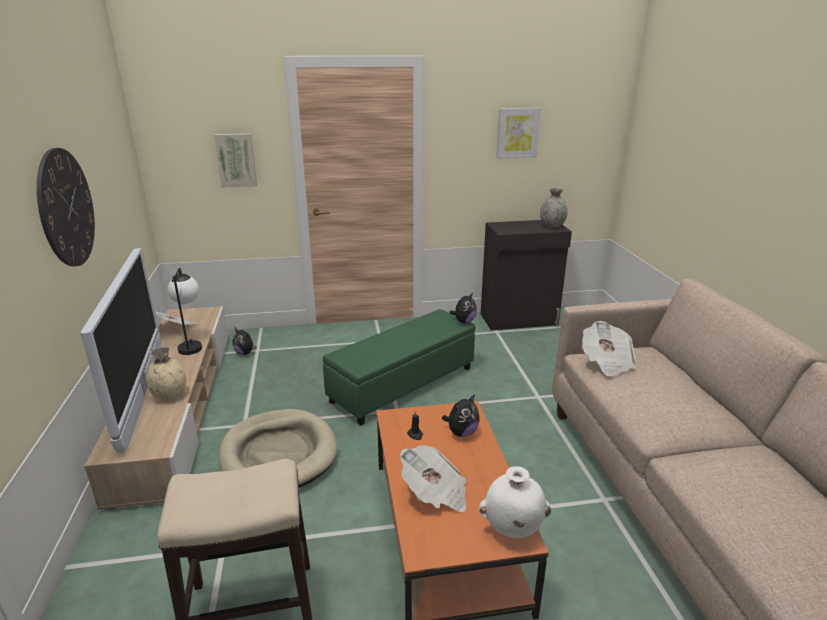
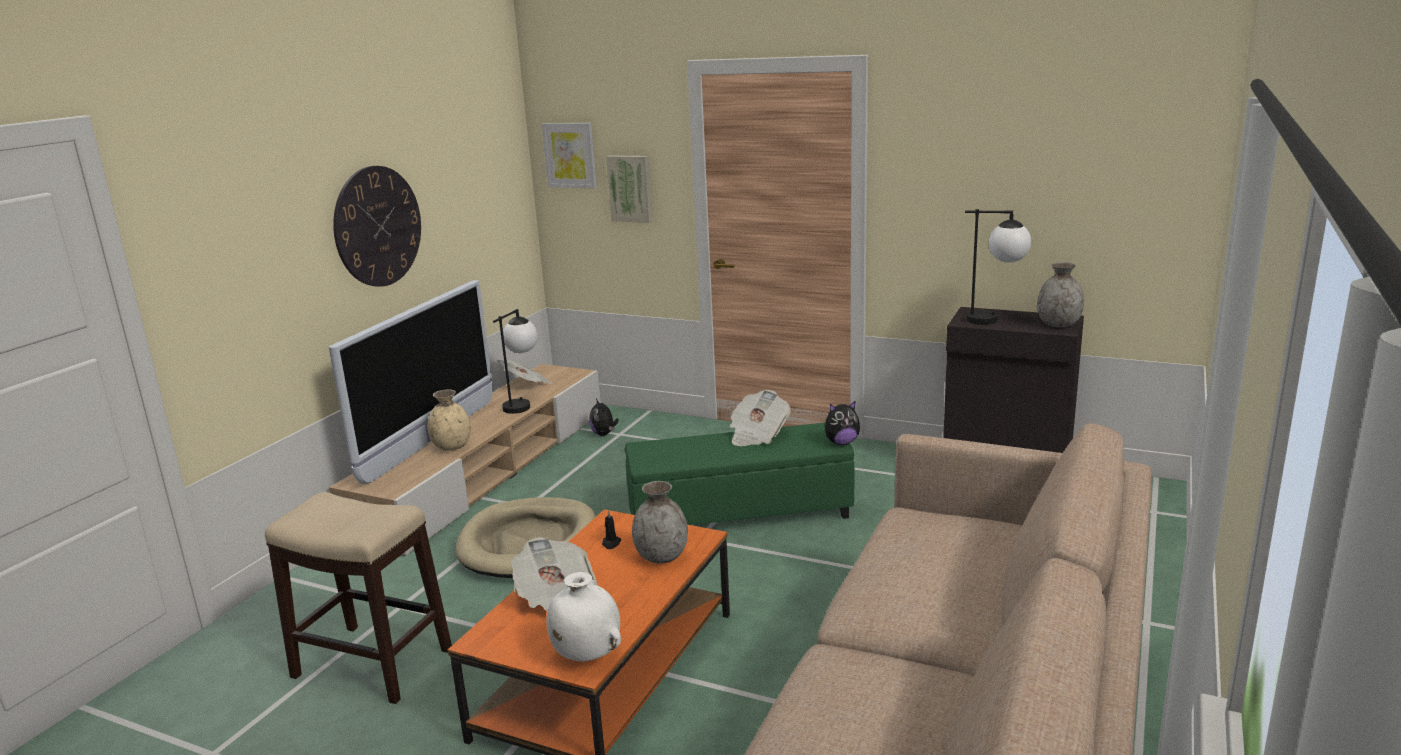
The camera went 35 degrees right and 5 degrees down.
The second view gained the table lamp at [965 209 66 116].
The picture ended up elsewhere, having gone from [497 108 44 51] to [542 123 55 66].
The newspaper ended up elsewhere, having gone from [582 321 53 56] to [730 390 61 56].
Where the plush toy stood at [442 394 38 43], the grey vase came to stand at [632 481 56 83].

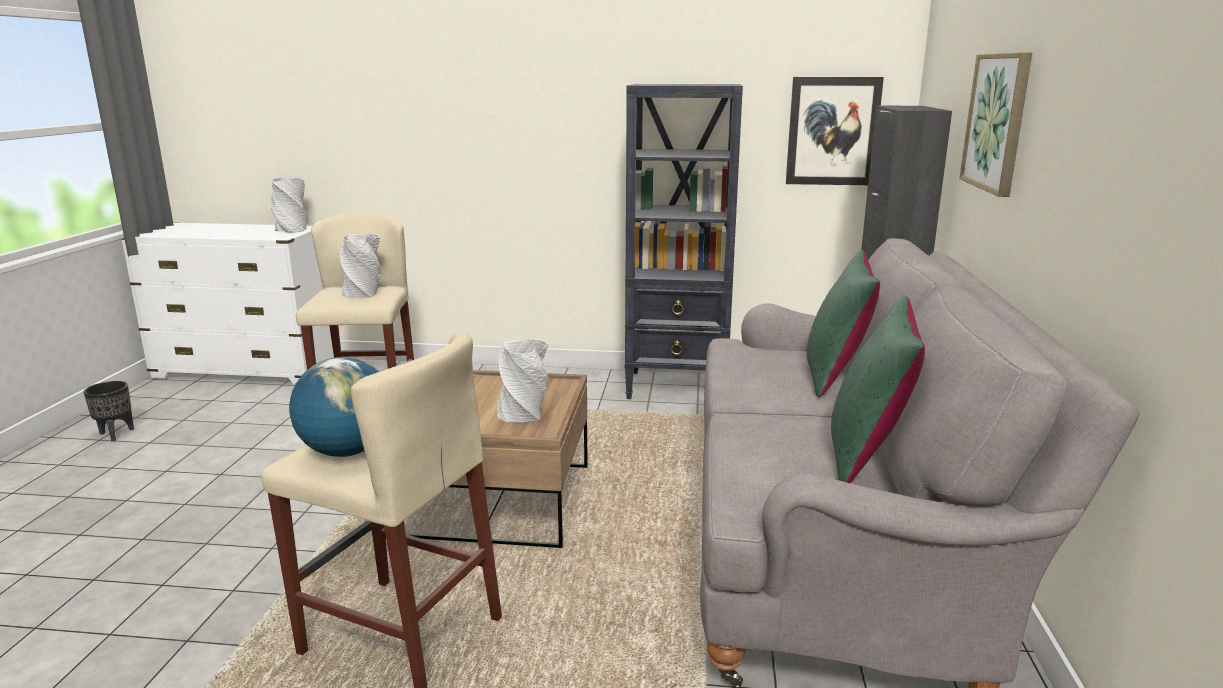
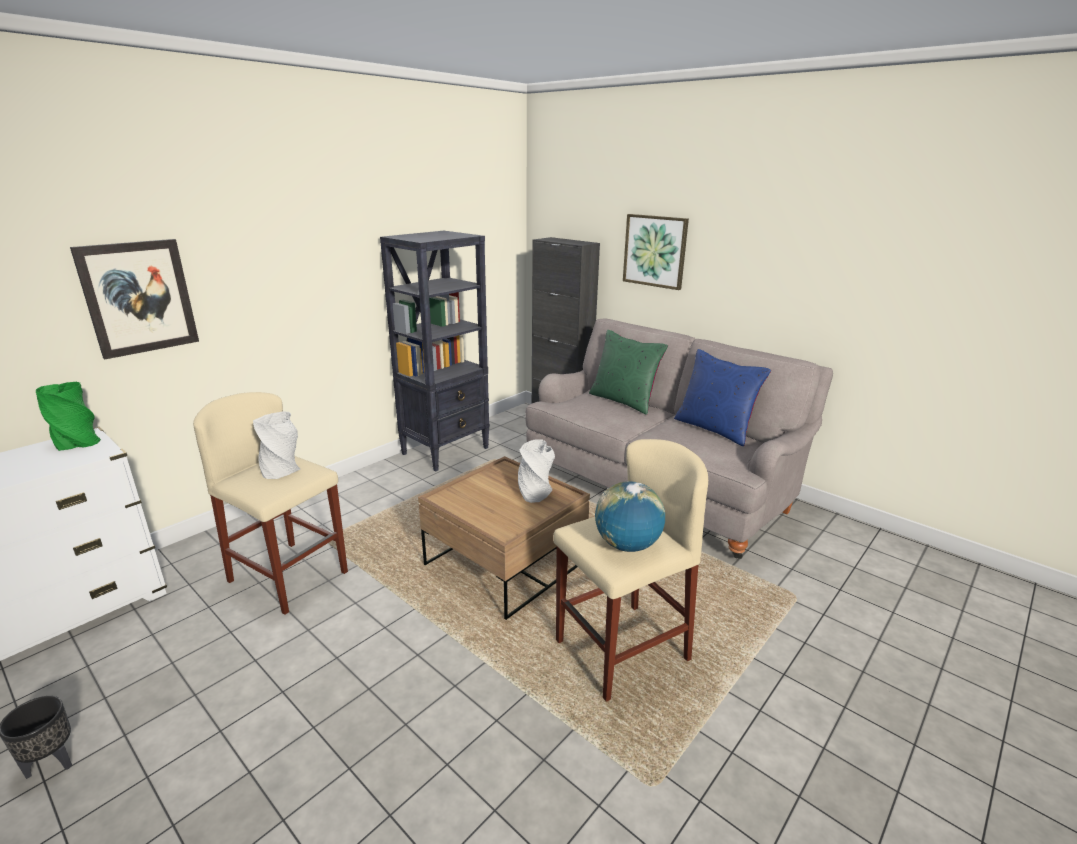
The camera went 55 degrees left and 5 degrees up.
The picture ended up elsewhere, having gone from [786 77 98 108] to [70 239 129 120].
What was the grey vase at [271 177 38 56] turned into the green vase at [36 382 65 69].
What was the green pillow at [831 296 94 187] turned into the blue pillow at [674 349 97 97].

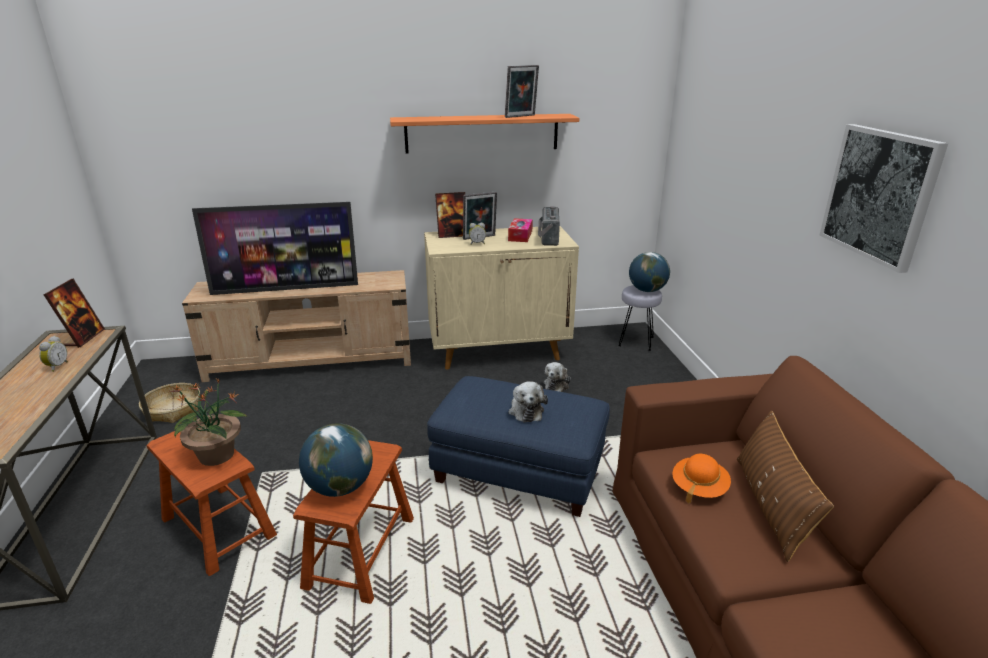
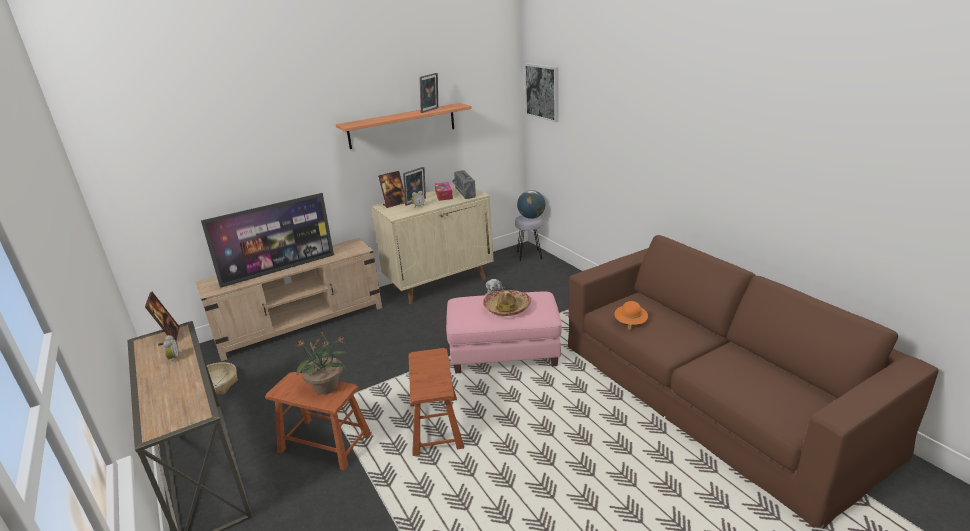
The camera went 20 degrees left and 0 degrees up.
The second view lost the globe at [299 423 74 74].
The second view lost the brown pillow at [737 410 97 152].
The picture ended up elsewhere, having gone from [820 124 128 149] to [524 63 35 59].
Where the plush toy stood at [509 381 39 42], the hat came to stand at [483 290 48 26].
What was the blue ottoman at [427 376 183 141] turned into the pink ottoman at [446 291 116 82].

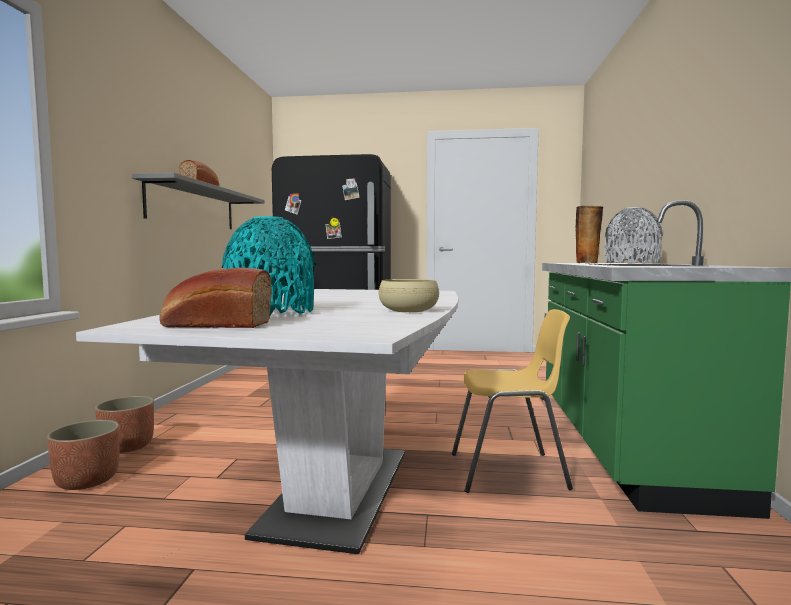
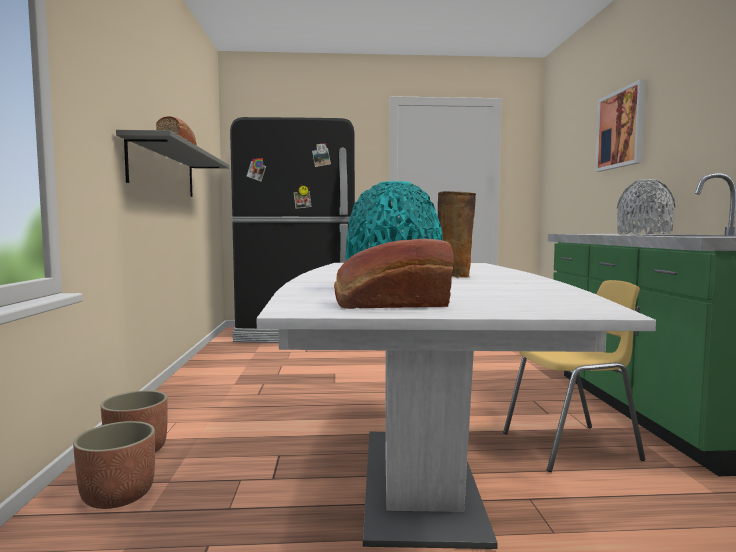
The camera went 10 degrees left and 0 degrees up.
The second view lost the beige bowl at [379 279 60 33].
The second view gained the picture at [595 79 51 93].
The vase ended up elsewhere, having gone from [576 206 27 57] to [438 191 38 87].

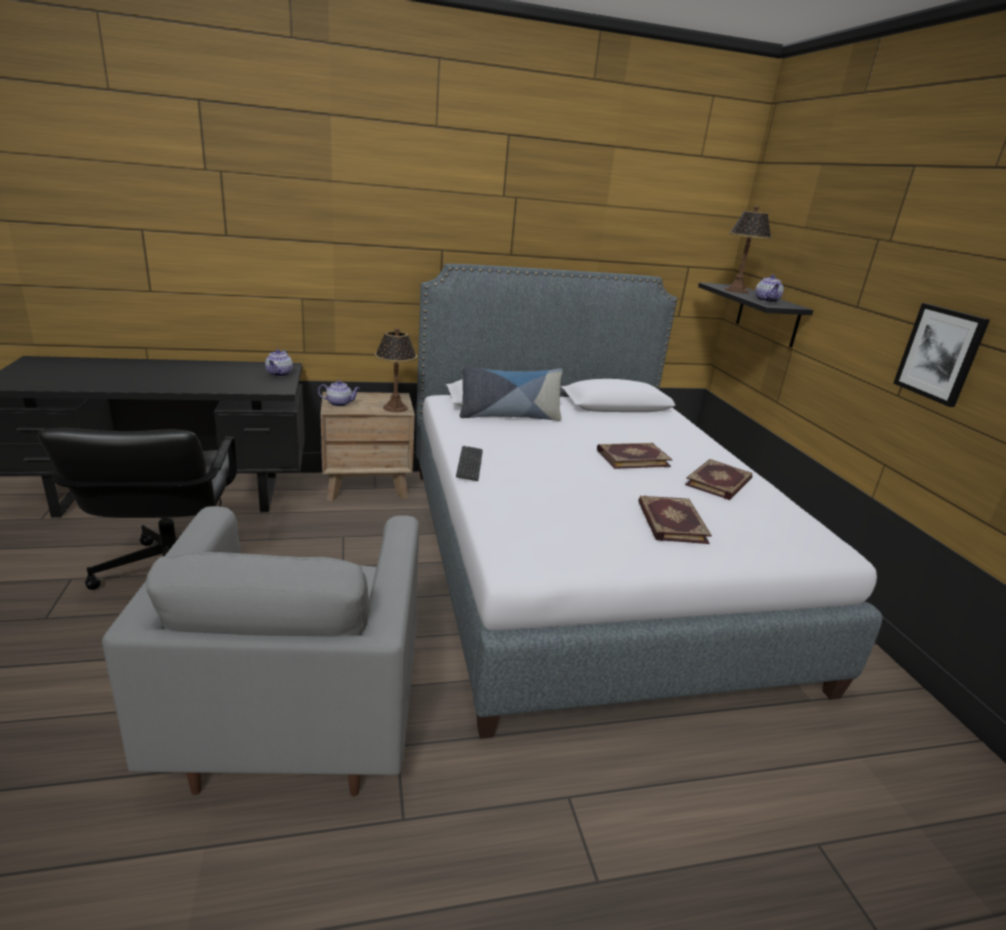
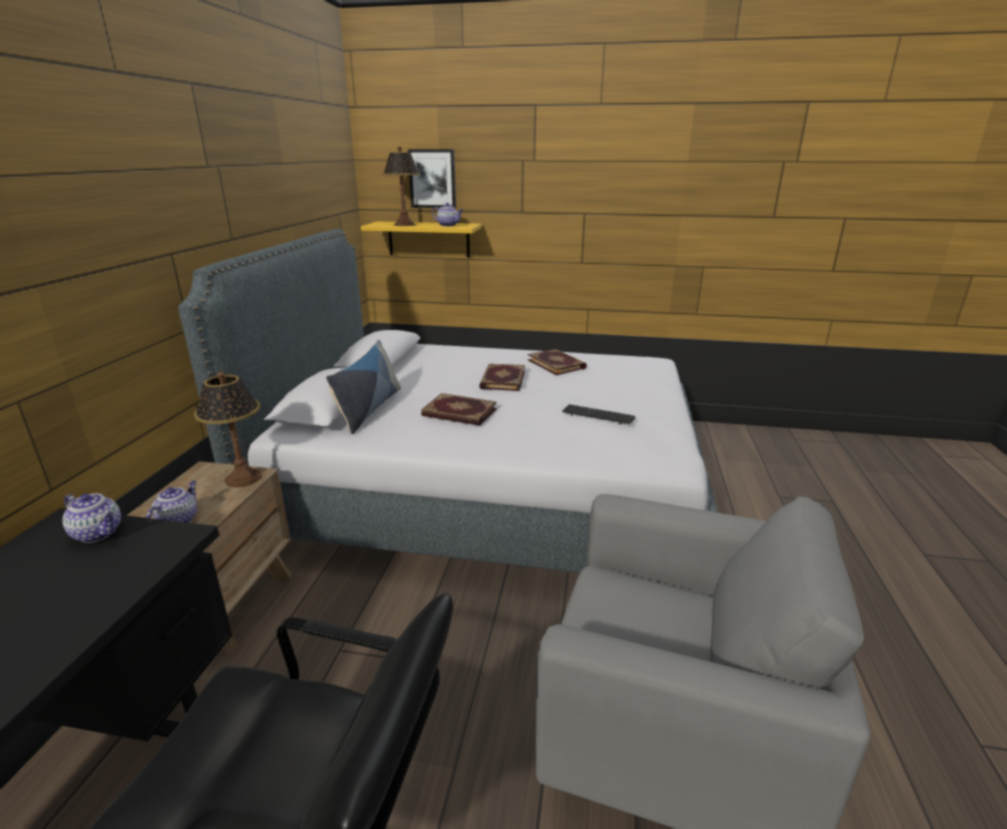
The camera went 65 degrees left and 0 degrees up.
The keyboard ended up elsewhere, having gone from [456 446 27 35] to [562 404 73 20].
The book ended up elsewhere, having gone from [638 496 74 48] to [421 393 76 33].
The picture ended up elsewhere, having gone from [893 303 97 104] to [408 149 48 59].
What was the black shelf at [698 283 115 64] turned into the yellow shelf at [361 222 120 36].

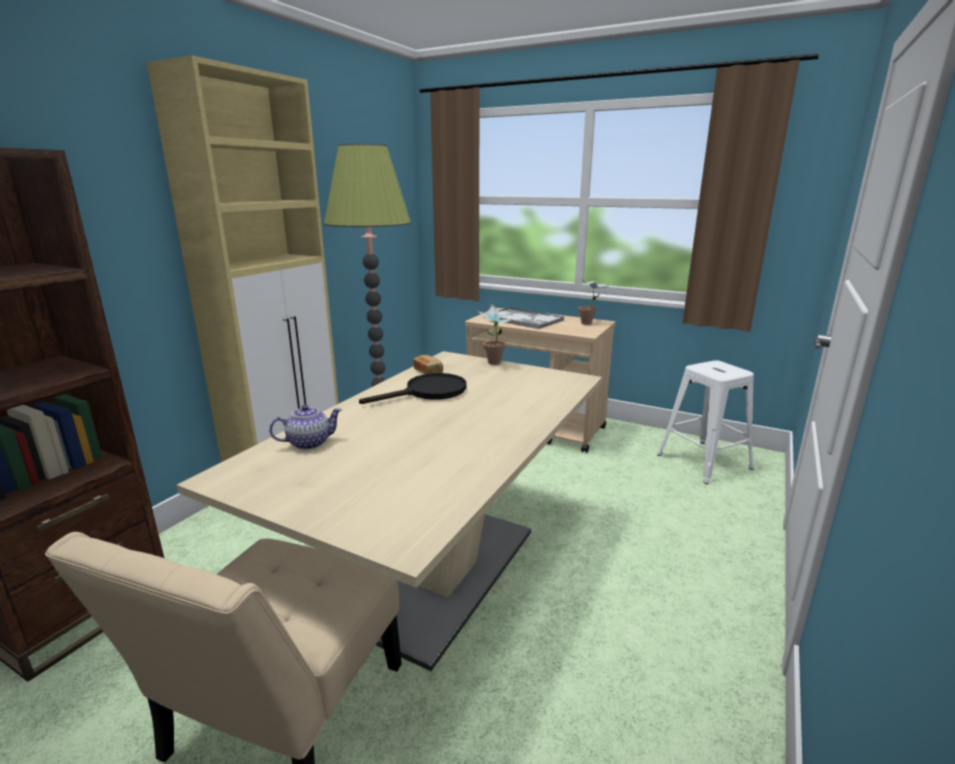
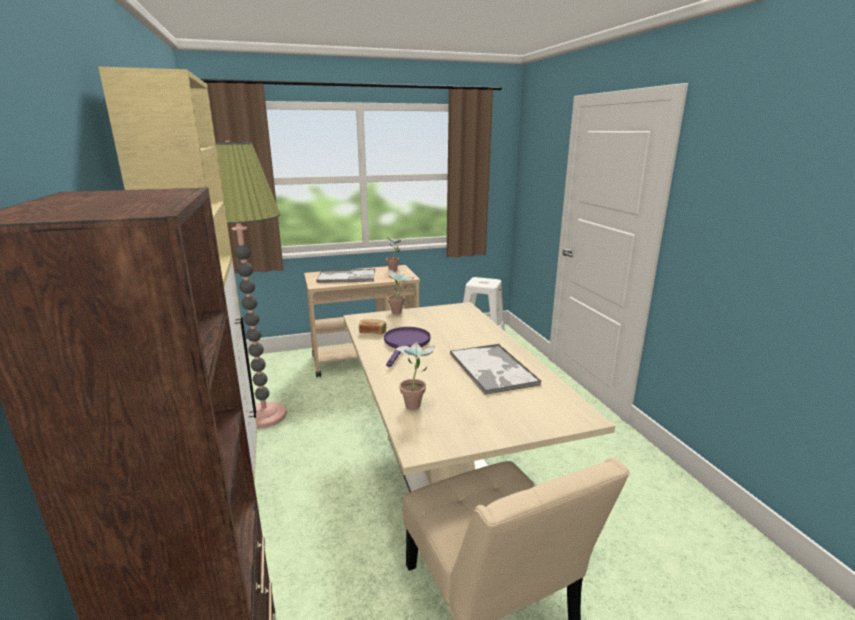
The camera went 45 degrees left and 0 degrees up.
The second view gained the tray at [450 344 91 51].
Where the teapot stood at [269 405 73 45], the potted plant came to stand at [395 341 40 69].
What was the black frying pan at [359 373 108 31] turned into the purple frying pan at [384 327 47 40].

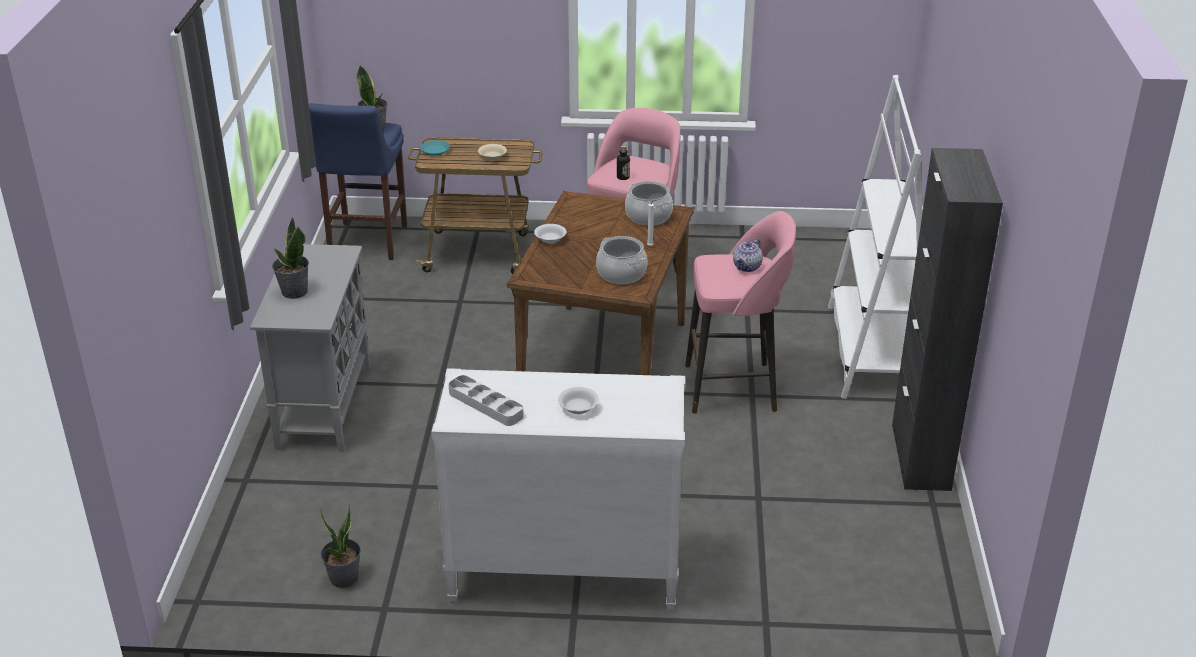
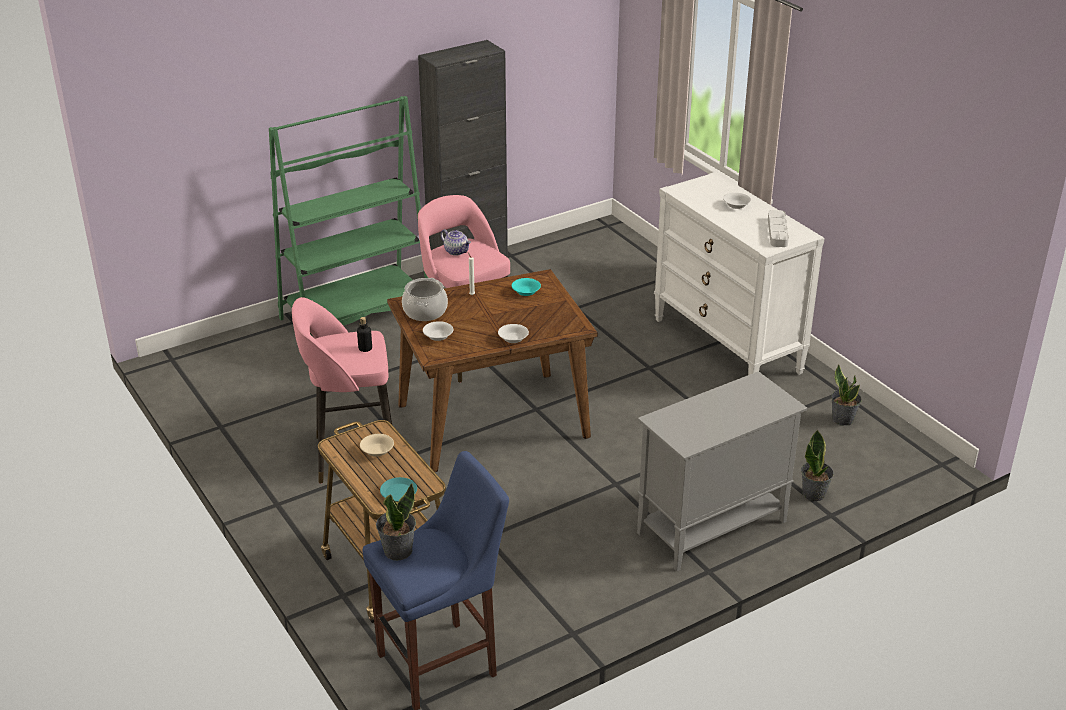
The camera went 125 degrees left and 0 degrees up.
The second view gained the white bowl at [423 321 30 20].
The potted plant ended up elsewhere, having gone from [272 217 37 82] to [801 430 33 71].
Where the cooking pot stood at [596 236 51 48], the turquoise bowl came to stand at [512 278 29 18].
What was the white bookcase at [828 75 95 324] turned into the green bookcase at [269 96 159 240].
The teapot at [733 239 30 33] ended up facing another way, 45 degrees clockwise from before.

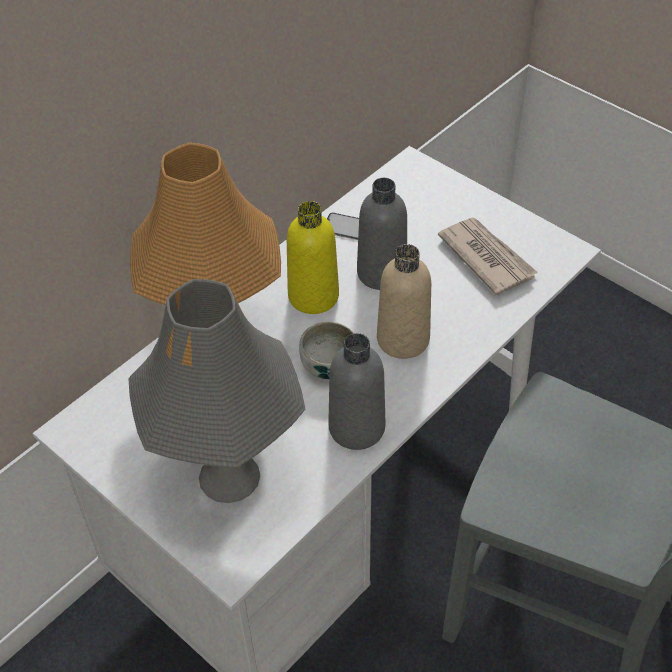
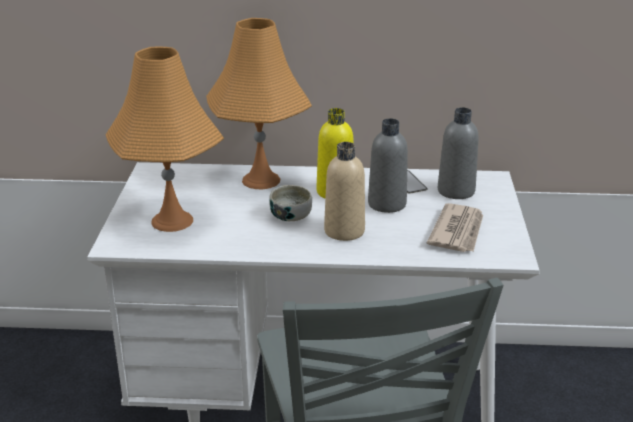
The camera went 50 degrees right and 20 degrees down.
The grey bottle ended up elsewhere, having gone from [328 333 57 117] to [438 107 41 92].
What was the grey table lamp at [128 279 178 224] turned into the orange table lamp at [106 47 118 185].

